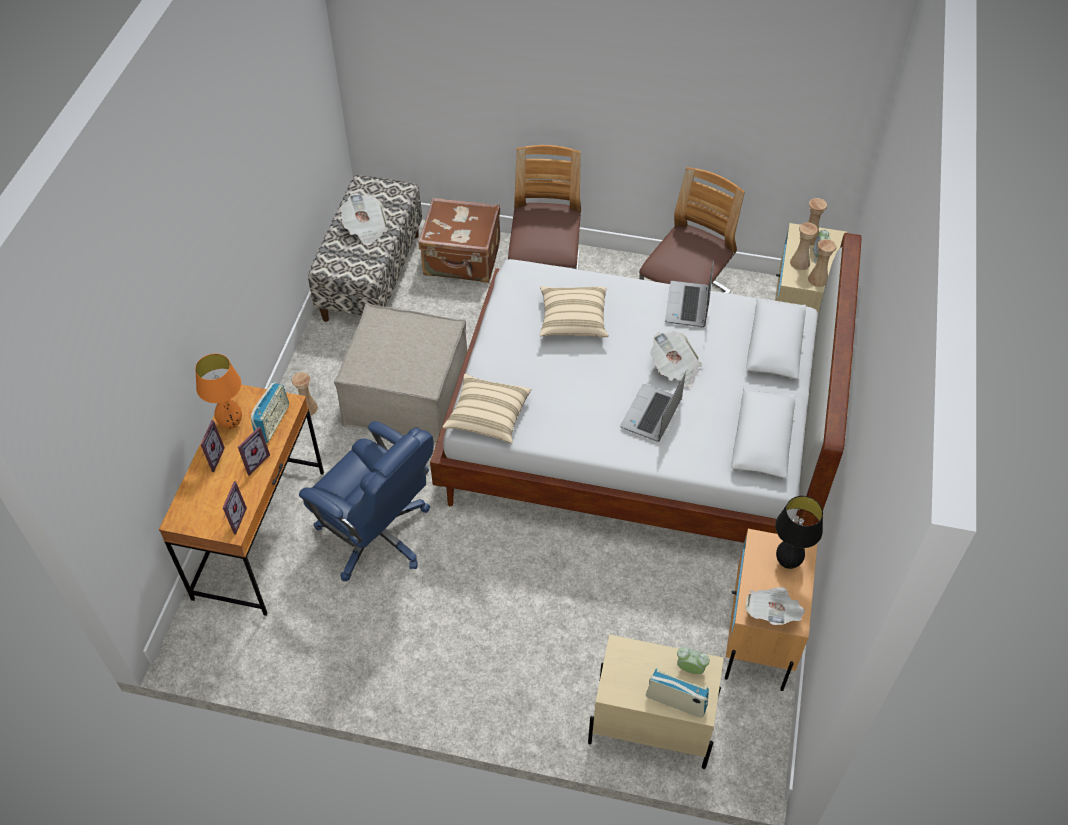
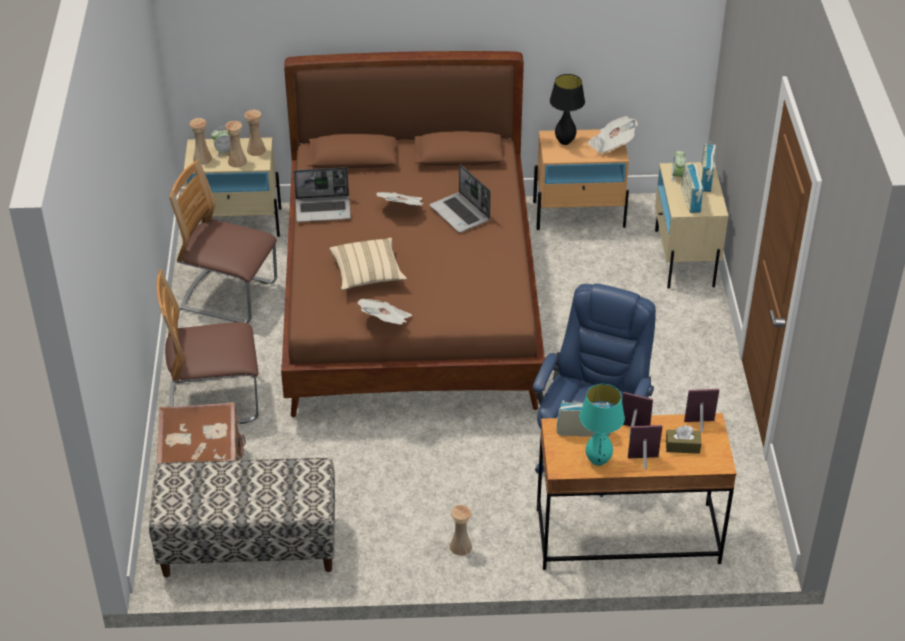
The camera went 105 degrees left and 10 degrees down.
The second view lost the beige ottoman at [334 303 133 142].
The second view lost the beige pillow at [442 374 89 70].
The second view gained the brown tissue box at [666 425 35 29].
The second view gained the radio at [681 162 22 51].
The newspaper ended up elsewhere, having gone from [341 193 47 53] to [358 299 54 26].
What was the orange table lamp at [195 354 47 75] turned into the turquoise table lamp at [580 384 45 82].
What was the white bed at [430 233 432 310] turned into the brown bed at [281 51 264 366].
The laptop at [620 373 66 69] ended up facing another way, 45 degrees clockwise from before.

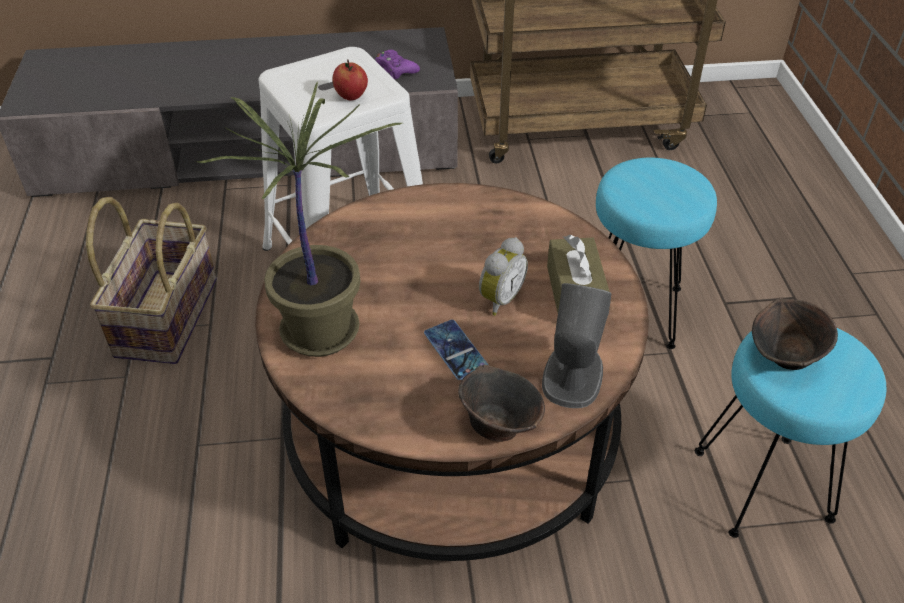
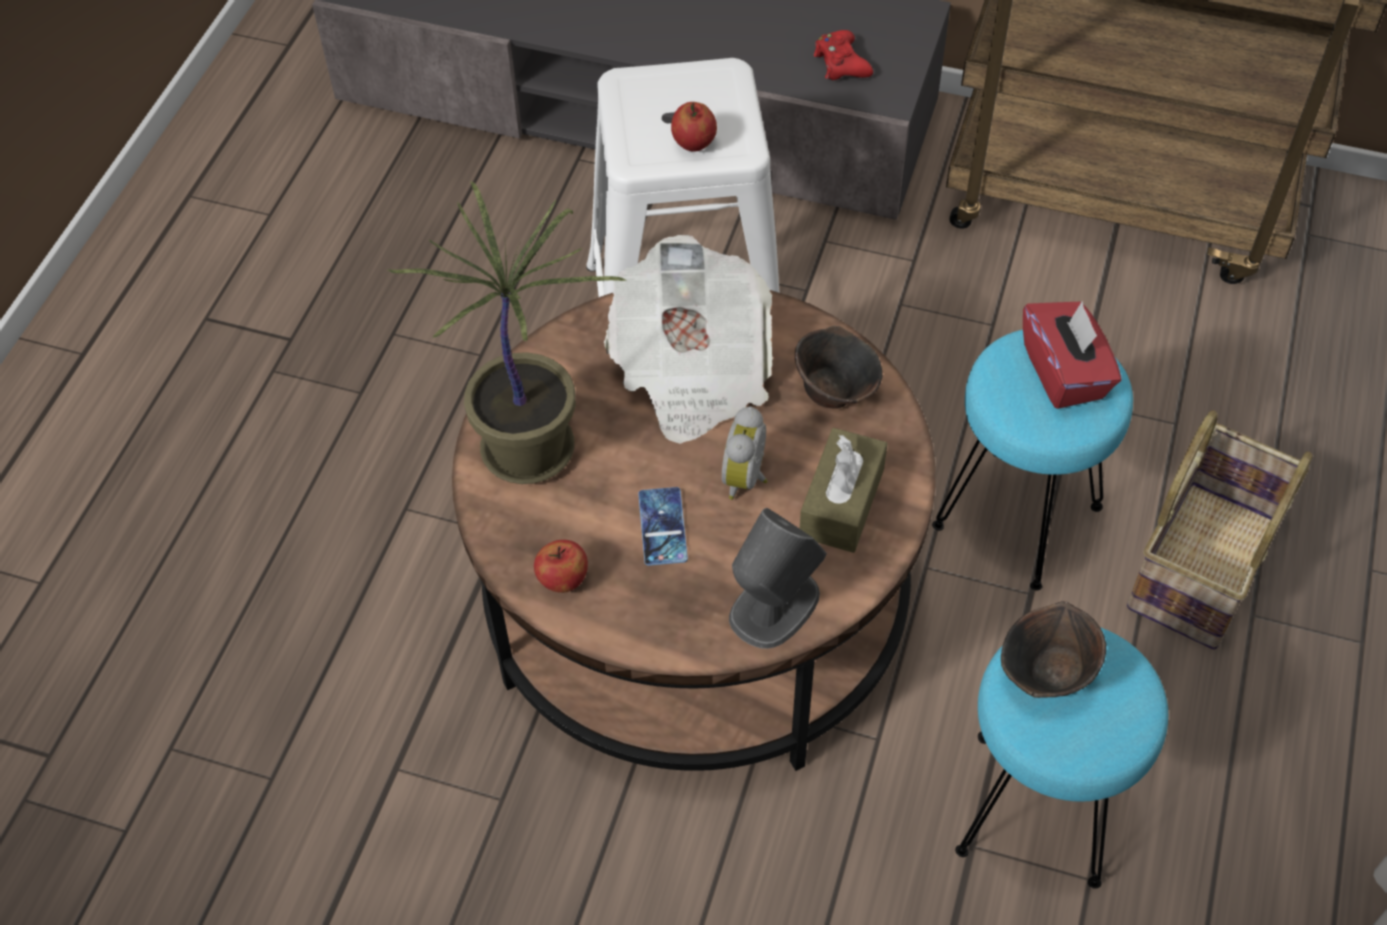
The camera went 25 degrees right and 10 degrees up.
The second view gained the apple at [534 540 54 53].
The second view gained the newspaper at [604 235 169 209].
The second view gained the red tissue box at [1023 301 99 108].
The basket ended up elsewhere, having gone from [86 197 131 167] to [1127 410 186 240].
The brown bowl ended up elsewhere, having gone from [458 365 87 77] to [795 326 88 83].
What was the purple game controller at [375 50 45 29] turned into the red game controller at [813 30 60 50].
The alarm clock at [479 237 49 79] ended up facing another way, 135 degrees clockwise from before.

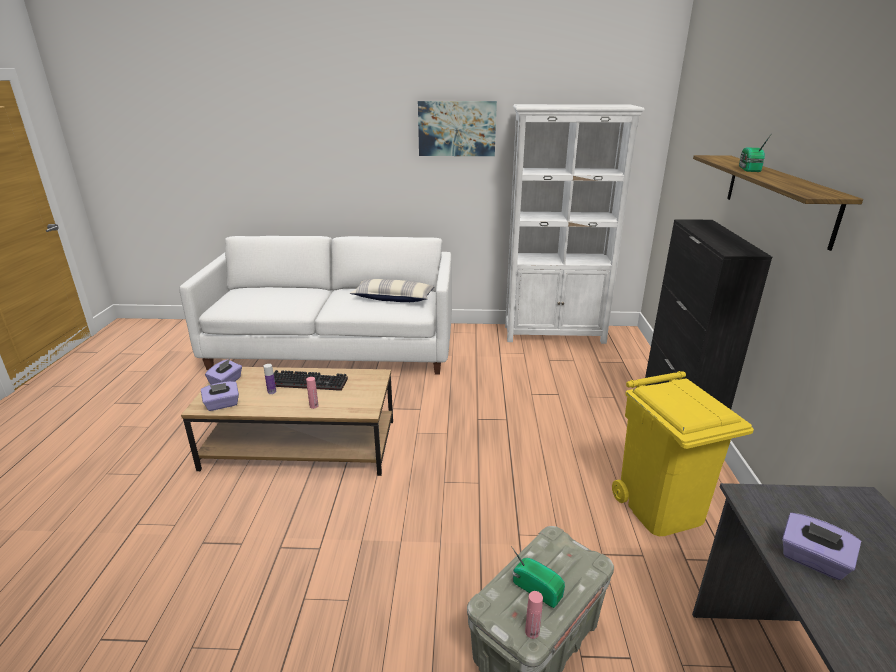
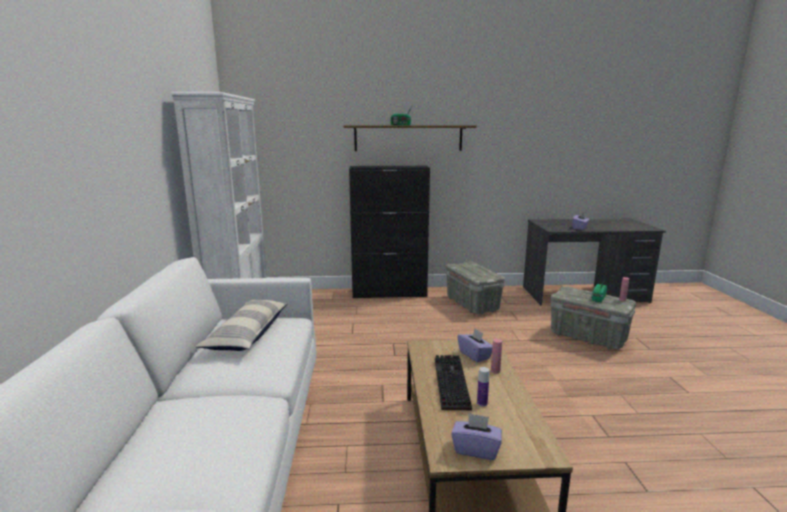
The camera went 95 degrees left and 10 degrees down.
The second view lost the picture at [418 101 79 55].
The purple tissue box ended up elsewhere, having gone from [201 381 38 30] to [457 329 35 33].
Where the yellow trash can stood at [612 371 142 165], the grey storage box came to stand at [446 261 59 53].

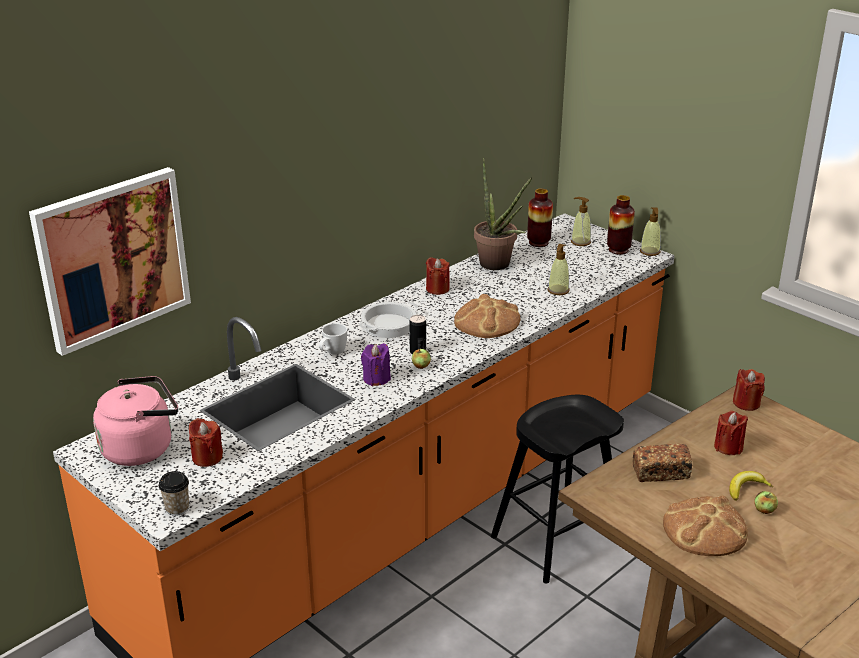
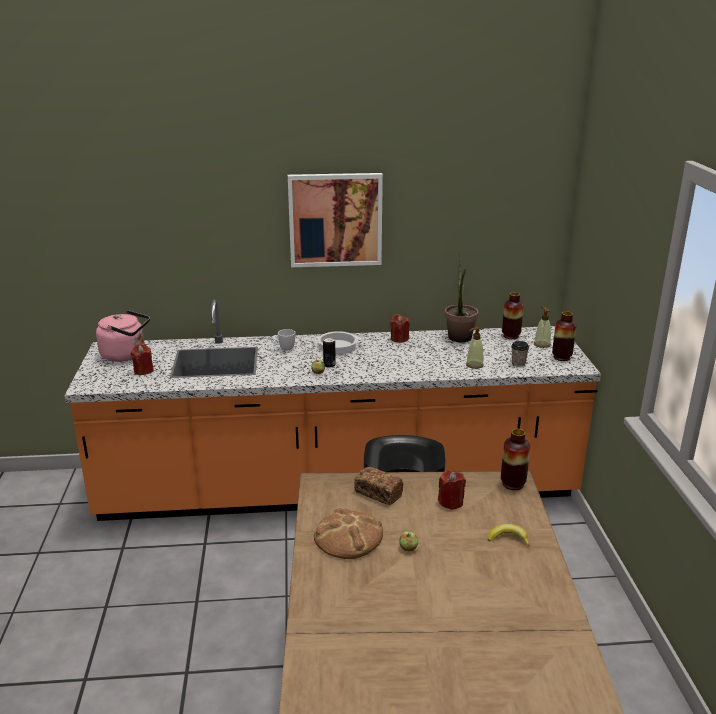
The camera went 40 degrees right and 5 degrees down.
The second view lost the purple candle at [361 343 30 43].
The second view lost the bread at [454 294 66 44].
The second view lost the soap dispenser at [640 207 21 49].
The picture ended up elsewhere, having gone from [29 167 162 189] to [288 173 95 94].
The cup ended up elsewhere, having gone from [159 471 30 45] to [511 341 18 26].
The banana ended up elsewhere, having gone from [729 471 44 29] to [488 524 42 23].
Where the red candle stood at [733 369 32 42], the vase came to stand at [501 429 29 61].

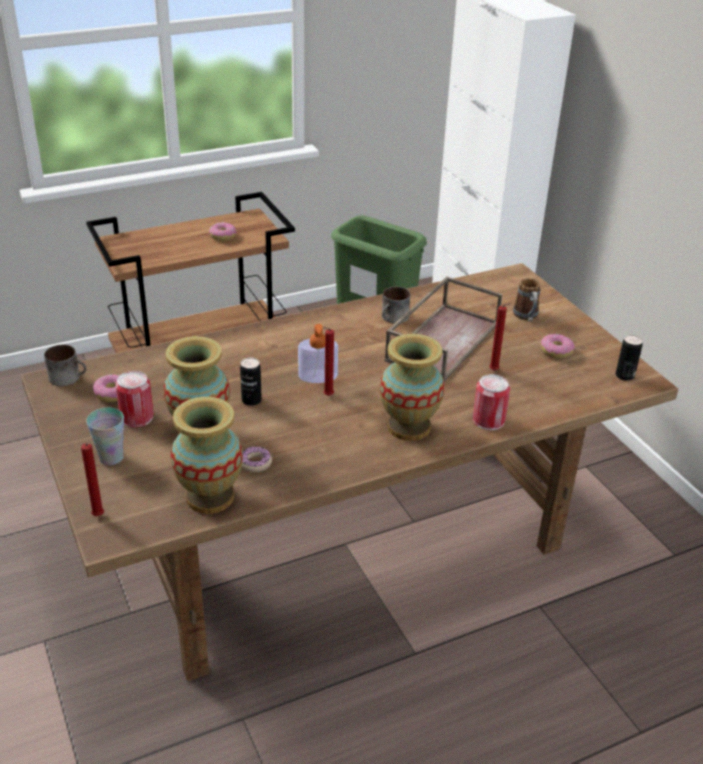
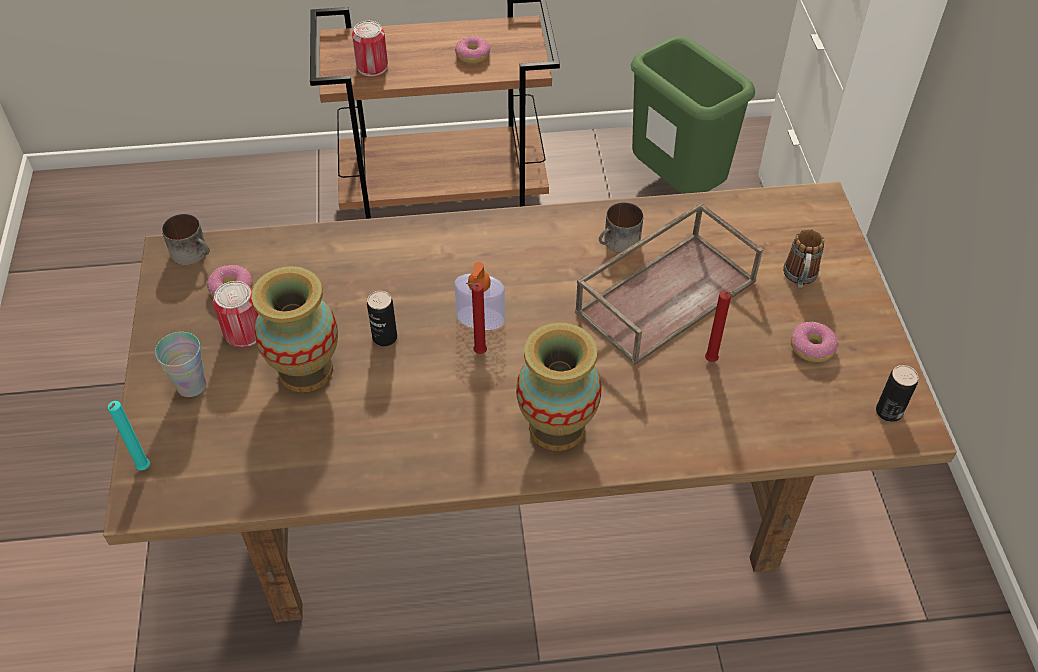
The camera went 20 degrees right and 15 degrees up.
The second view lost the vase at [171 397 72 117].
The second view lost the donut at [242 447 30 26].
The can ended up elsewhere, having gone from [473 374 37 56] to [352 21 36 55].
What was the red candle at [81 442 23 74] turned into the turquoise candle at [107 401 43 70].

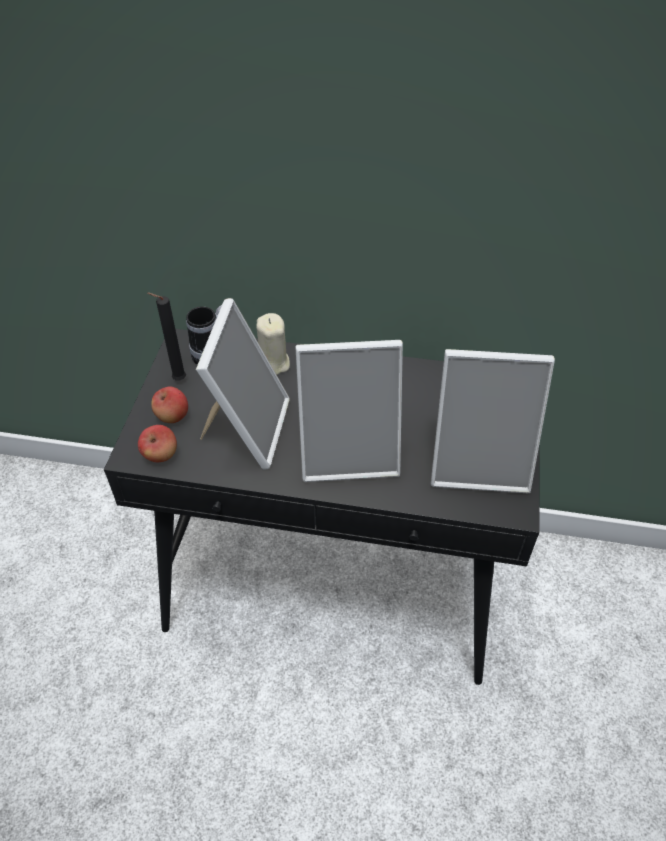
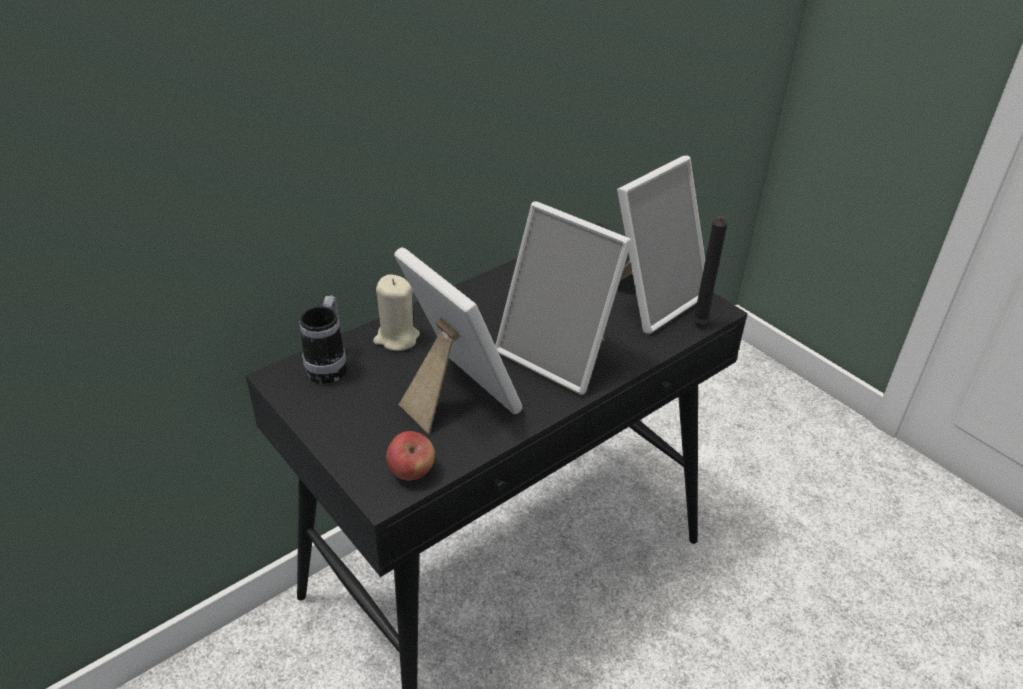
The camera went 50 degrees left and 10 degrees down.
The second view lost the apple at [151 386 37 37].
The black candle ended up elsewhere, having gone from [147 293 39 87] to [693 216 34 109].
The picture frame at [296 340 107 142] ended up facing another way, 90 degrees clockwise from before.

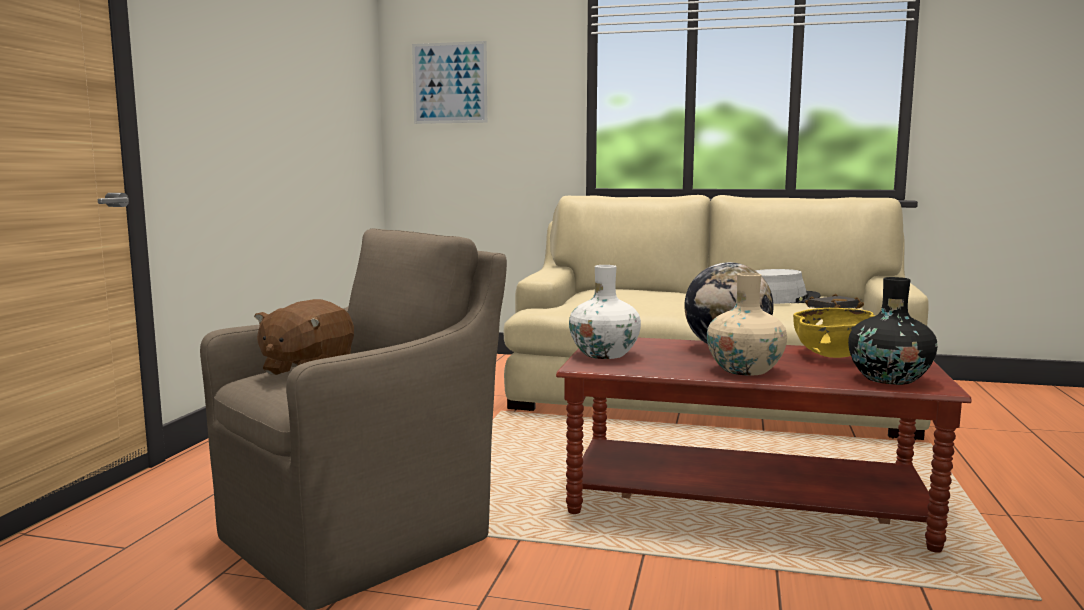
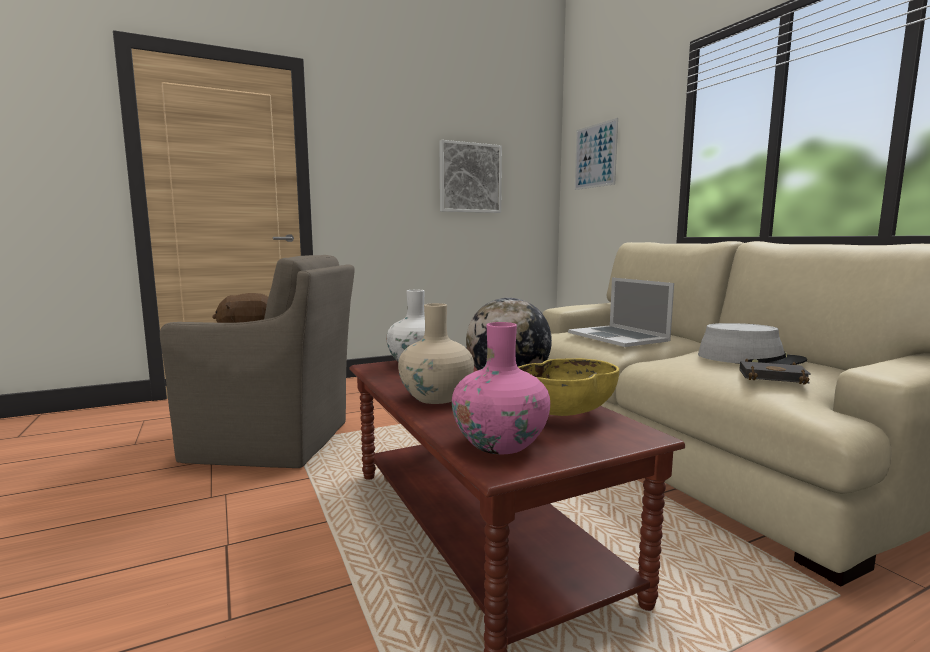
The camera went 50 degrees right and 0 degrees up.
The second view gained the picture at [439 140 63 73].
The second view gained the laptop at [568 277 106 70].
What was the black vase at [848 277 90 108] turned into the pink vase at [452 322 98 132].

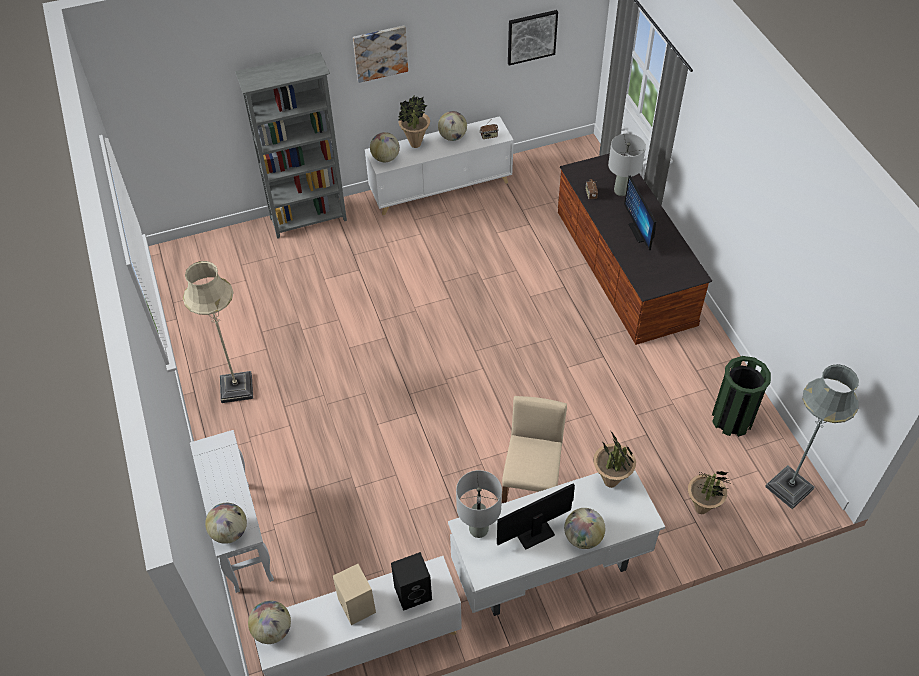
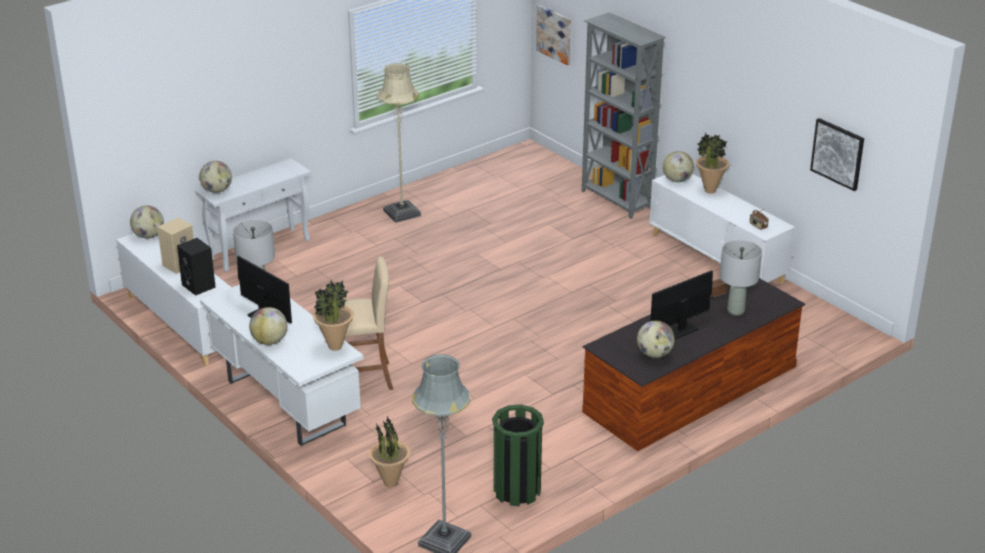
The camera went 70 degrees right and 20 degrees down.
The picture ended up elsewhere, having gone from [353 25 55 58] to [536 5 35 60].
The globe ended up elsewhere, having gone from [438 111 29 30] to [637 321 38 37].

